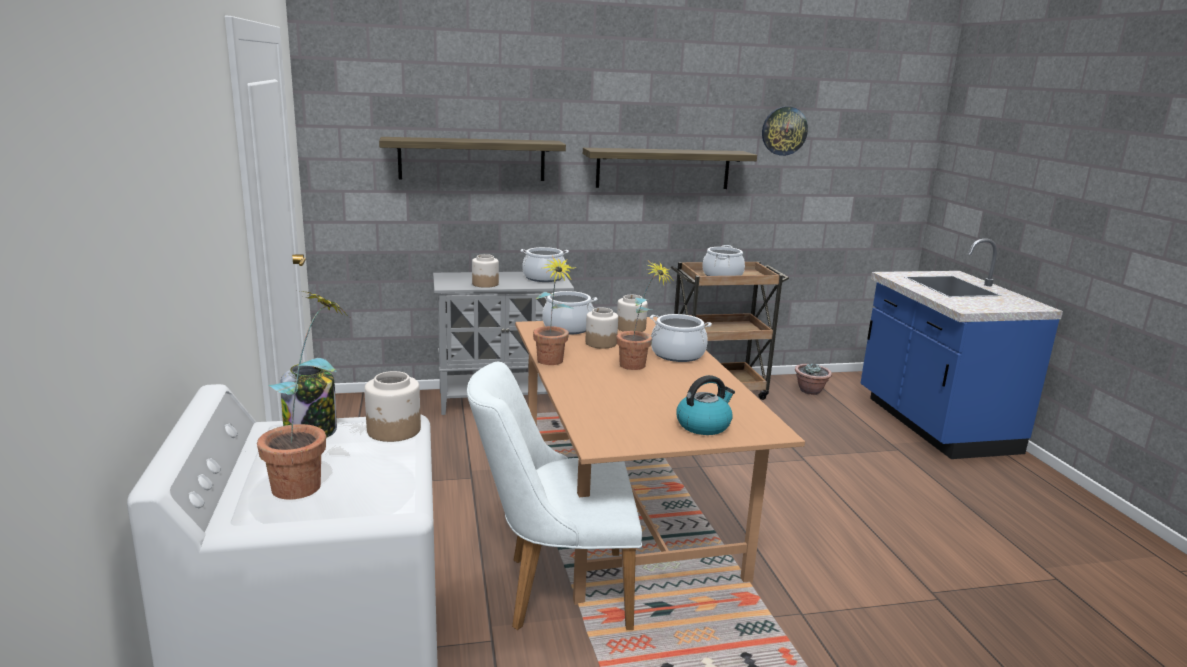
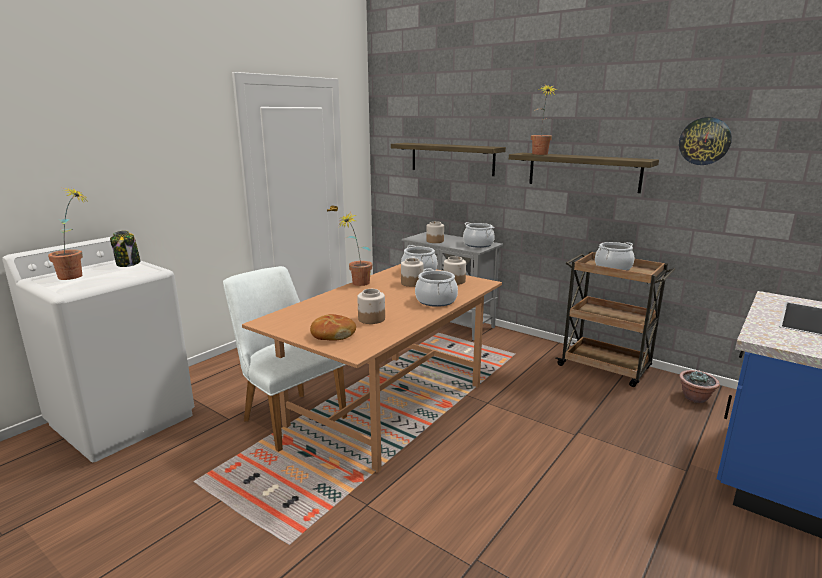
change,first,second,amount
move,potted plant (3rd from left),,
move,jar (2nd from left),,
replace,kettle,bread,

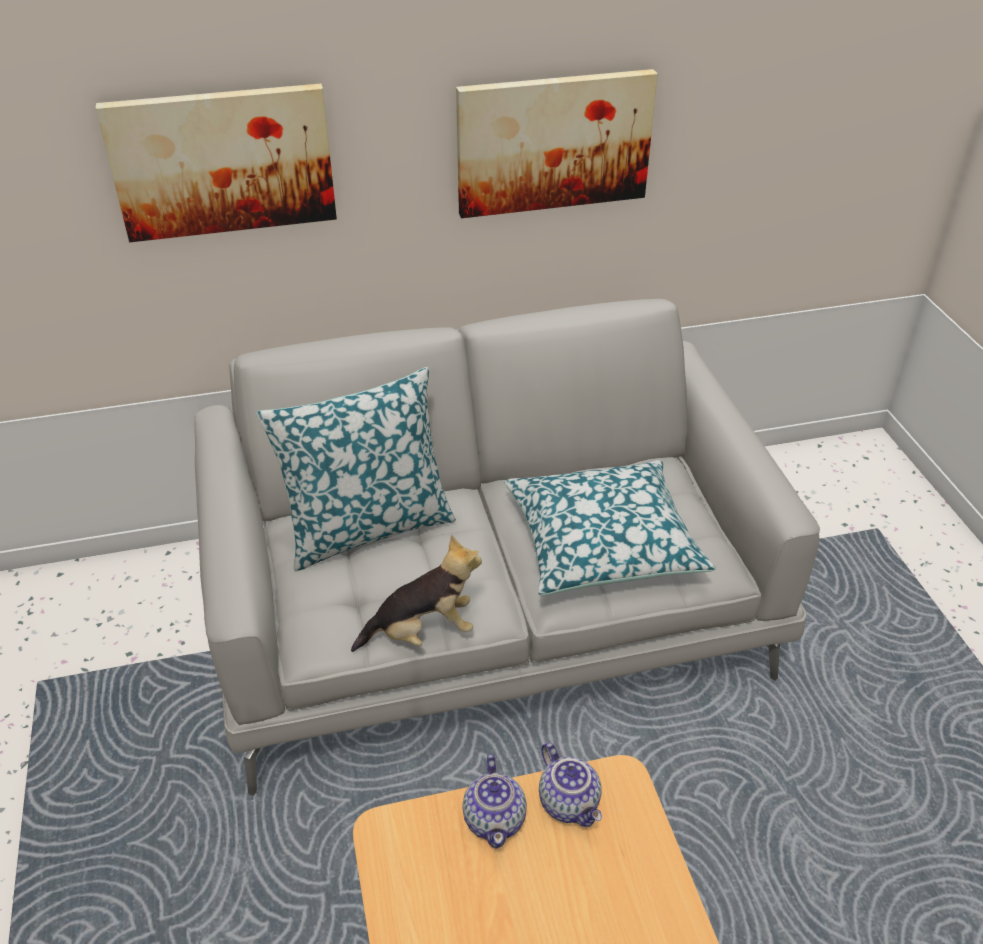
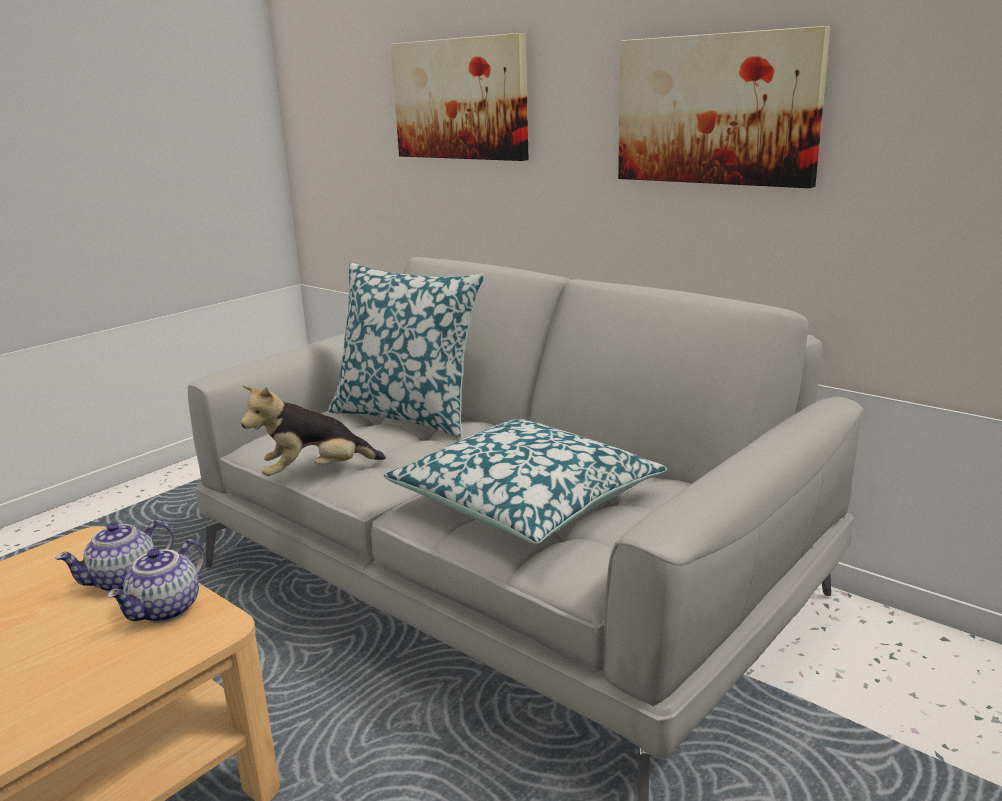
change,first,second,amount
rotate,plush toy,,120 degrees clockwise

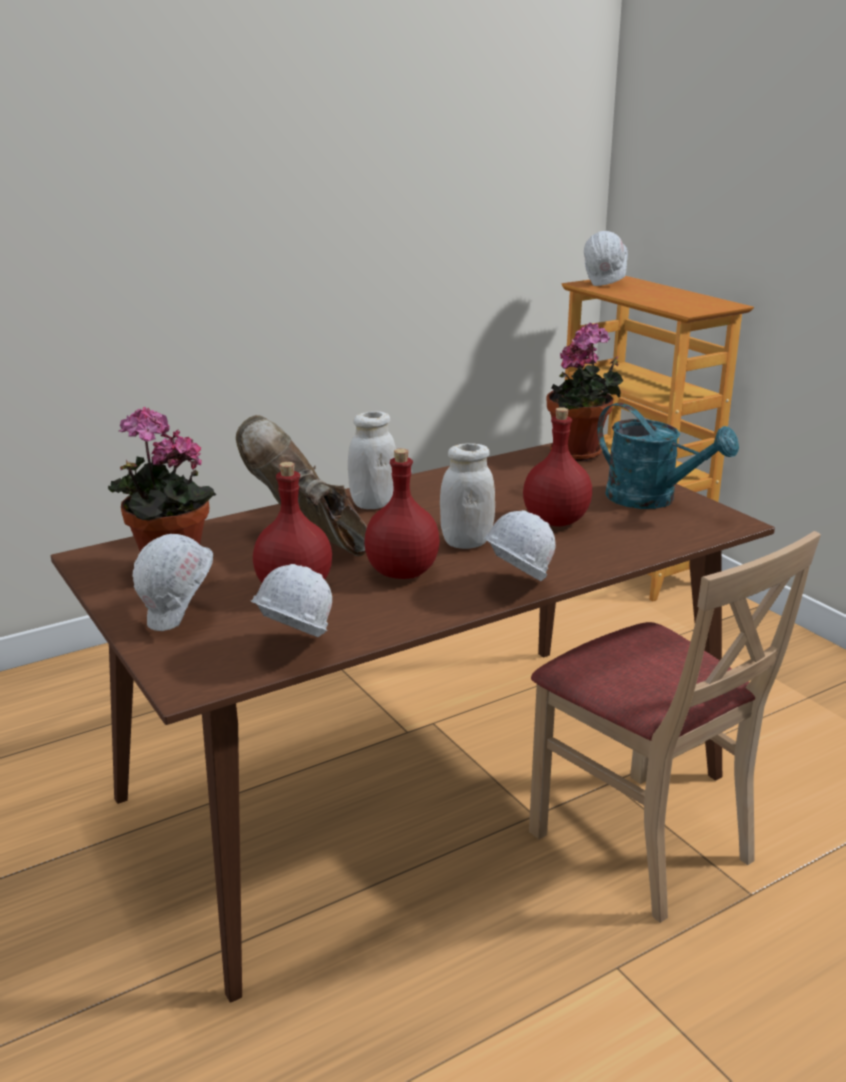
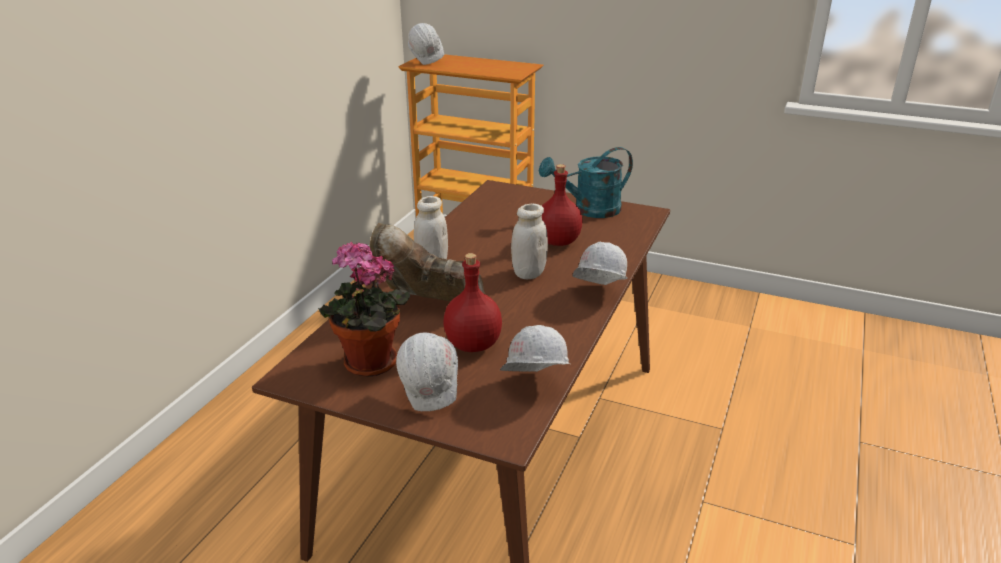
change,first,second,amount
delete,potted plant (2nd from left),,
rotate,watering can (turquoise),,150 degrees clockwise
delete,bottle (red) (2nd from left),,
delete,chair (beige),,

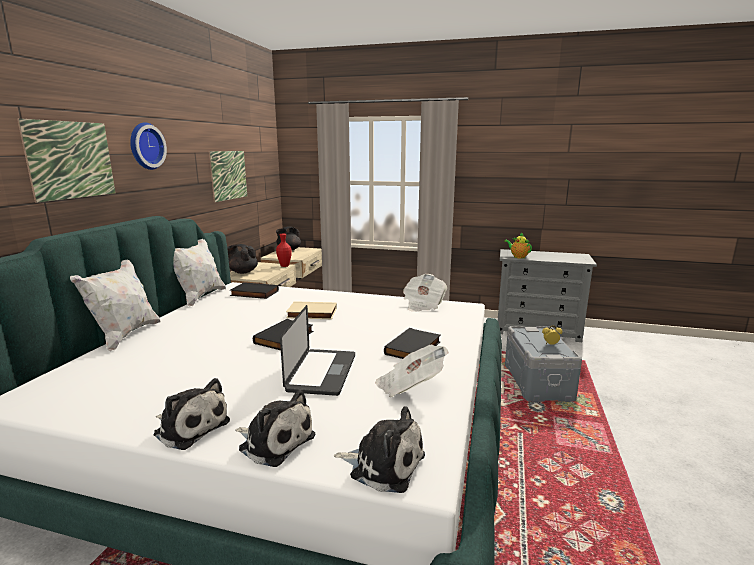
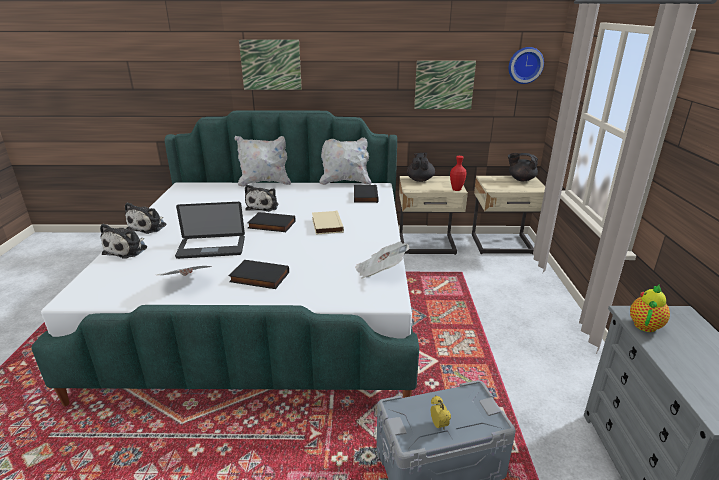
change,first,second,amount
move,wall clock,,
move,plush toy (3rd from left),,

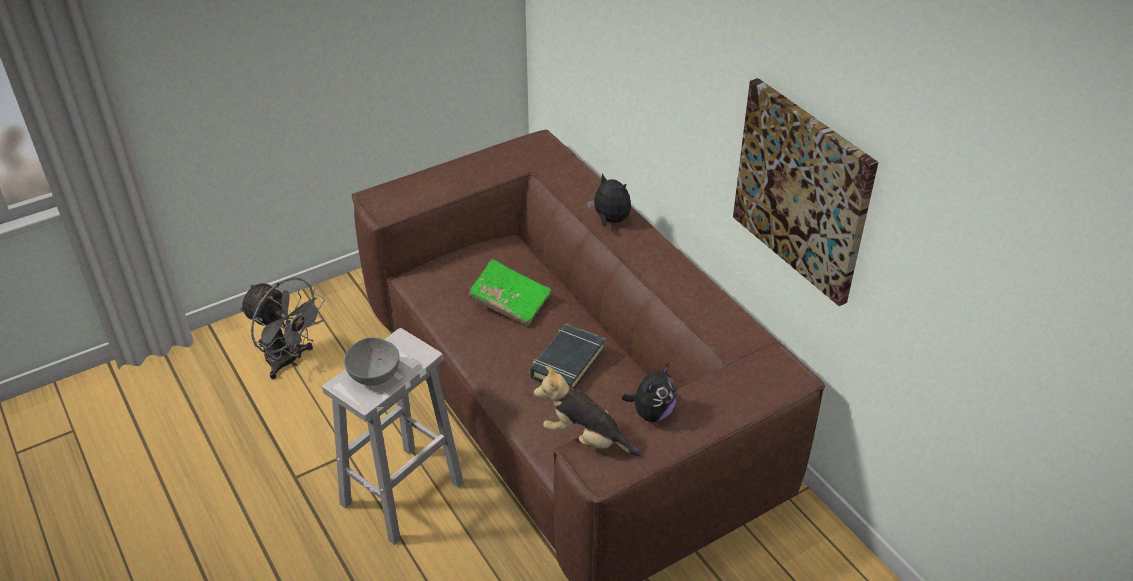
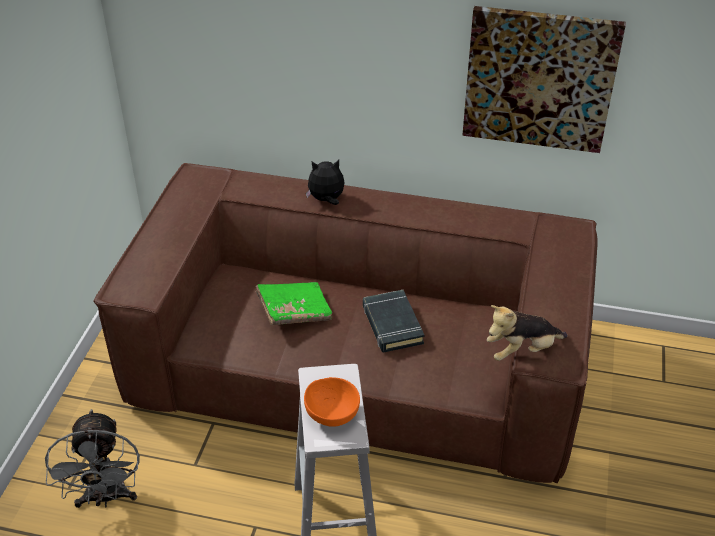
change,first,second,amount
rotate,fan (grey),,90 degrees clockwise
recolor,bowl (grey),bowl (orange),
delete,plush toy (3rd from left),,

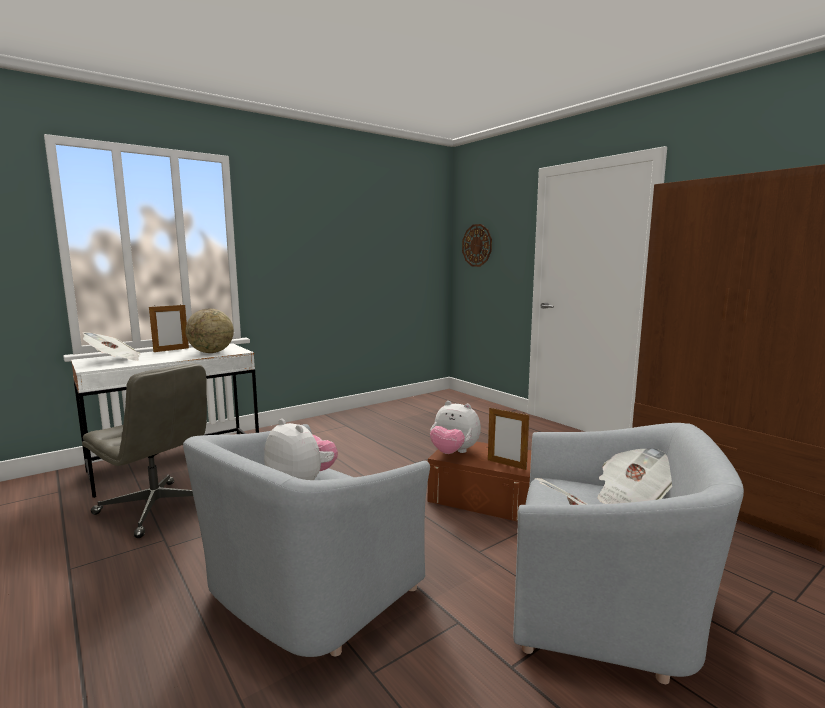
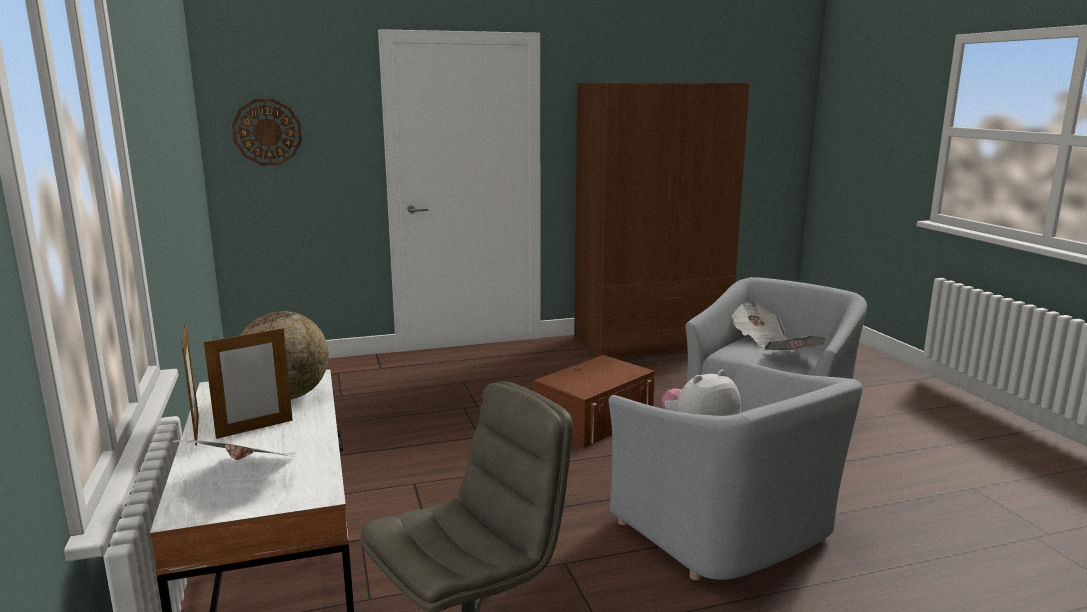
change,first,second,amount
delete,plush toy (2nd from left),,
move,picture frame (2nd from left),,

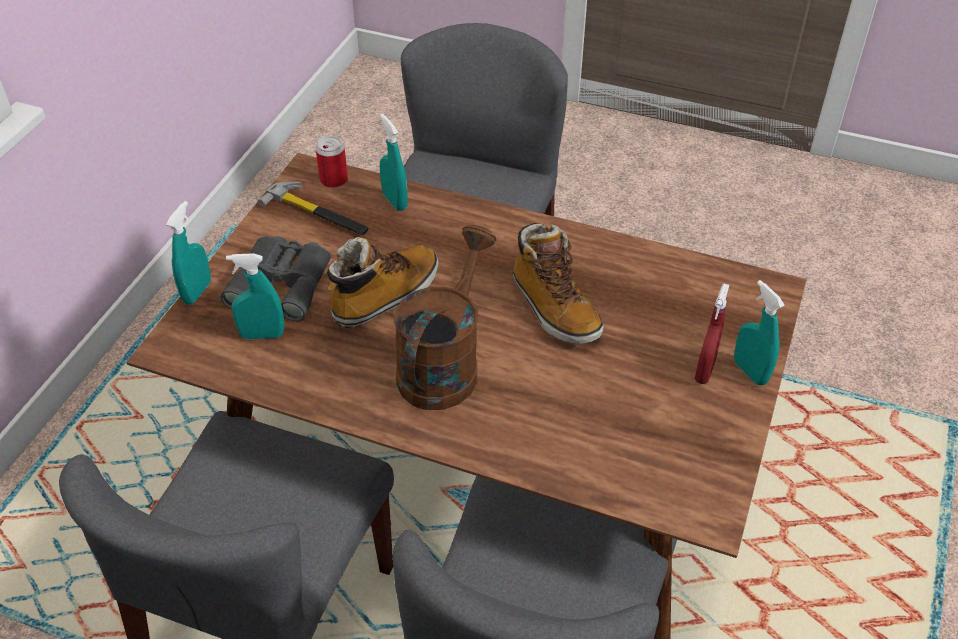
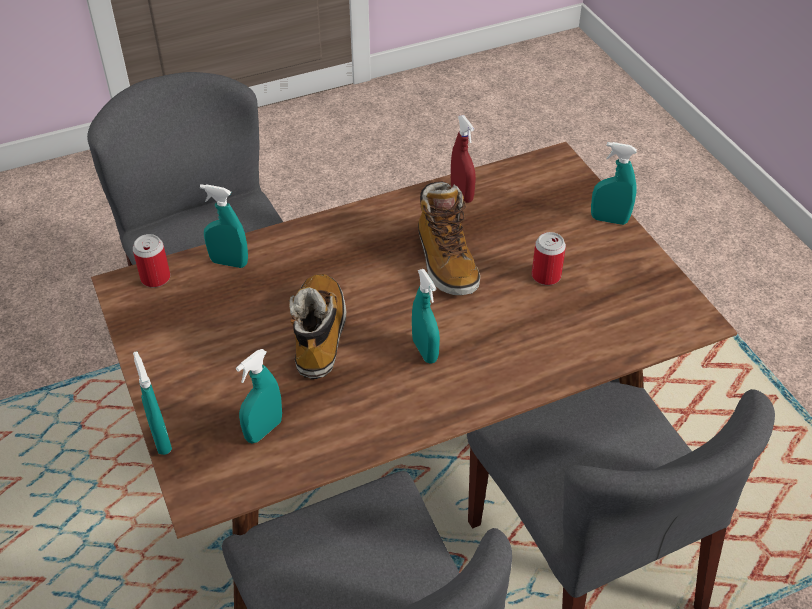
change,first,second,amount
delete,hammer,,
rotate,boot (2nd from left),,60 degrees clockwise
replace,watering can (brown),spray bottle (turquoise) (4th from left),
delete,binoculars (grey),,
move,spray bottle (red),,
insert,,can (2nd from left),

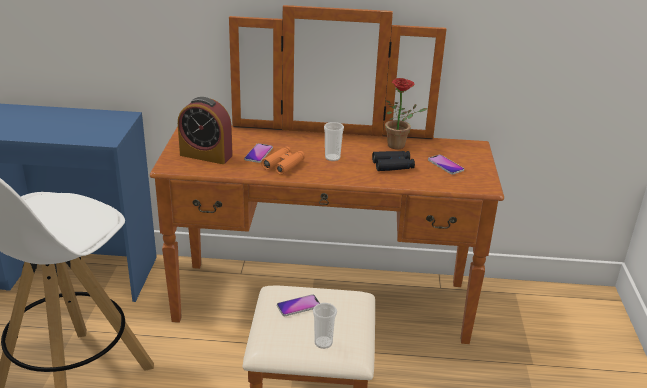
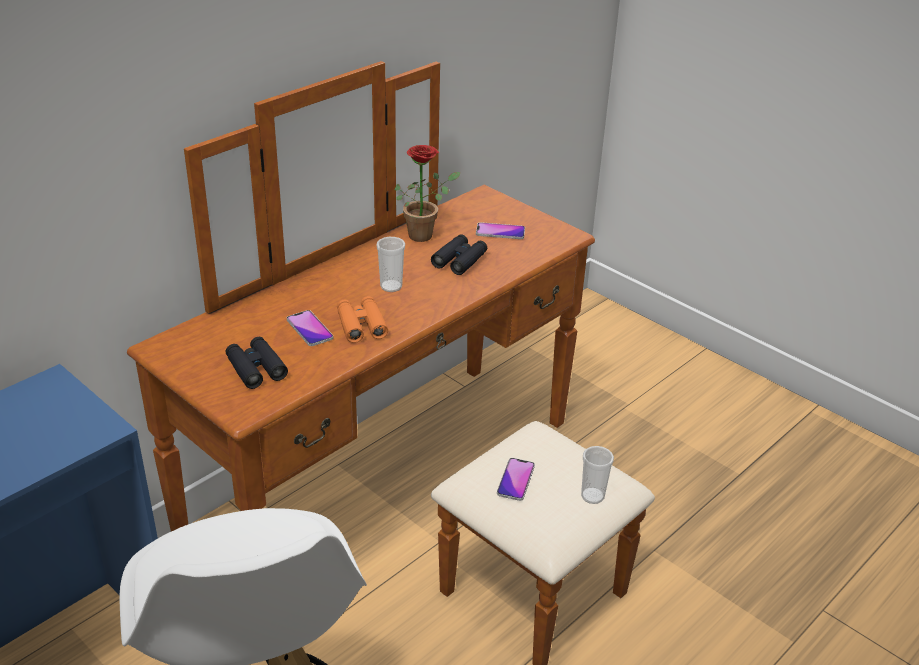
change,first,second,amount
replace,alarm clock,binoculars (black) (1st from left),

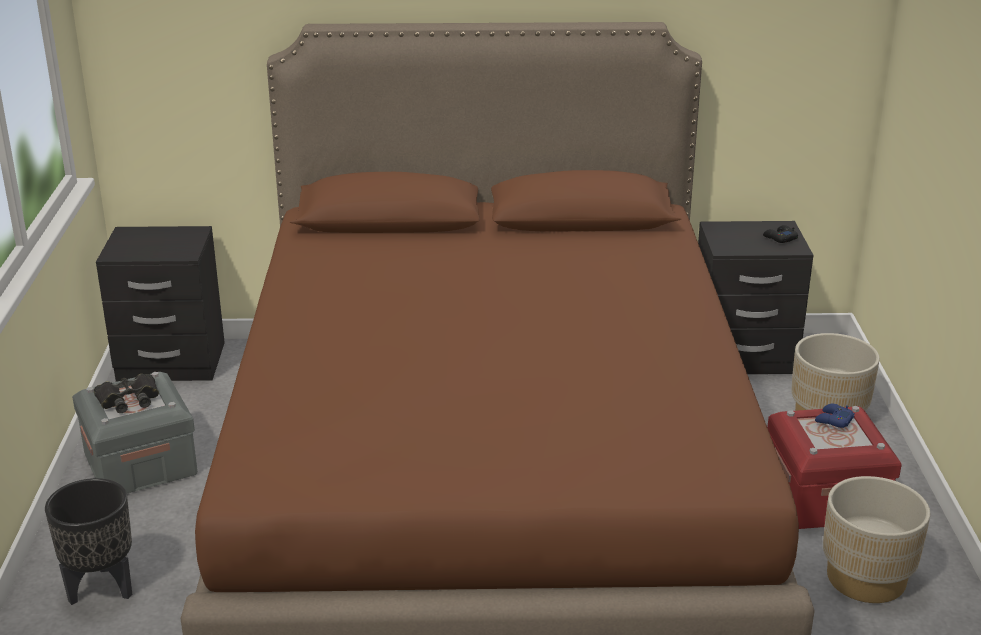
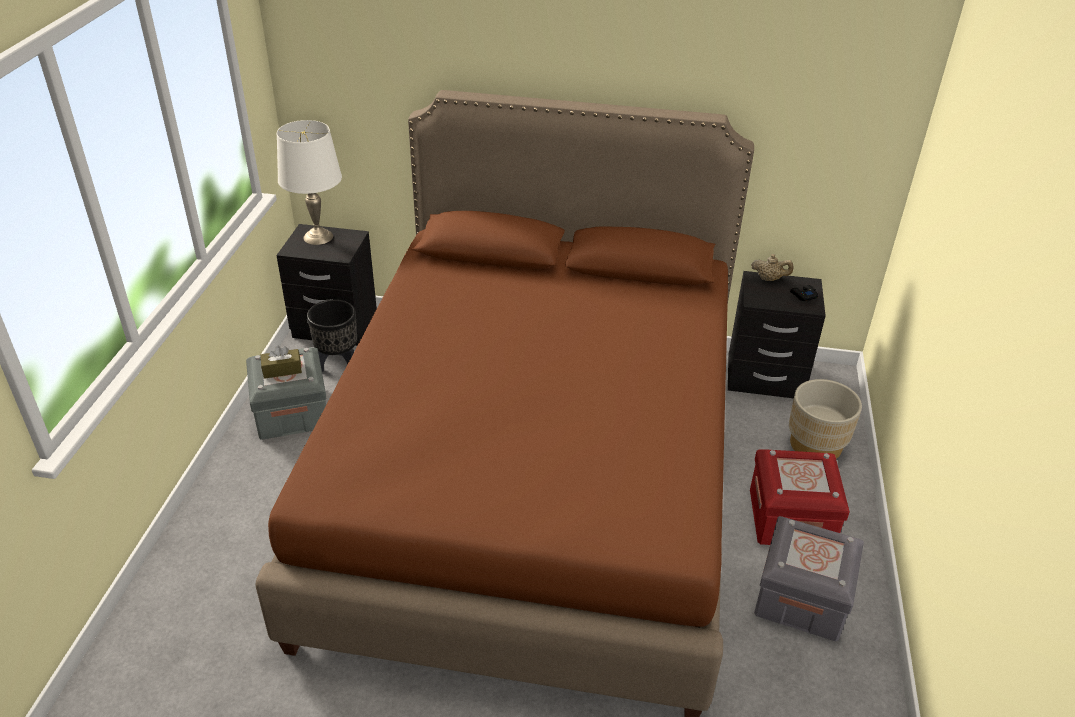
change,first,second,amount
replace,binoculars (black),tissue box (brown),
delete,game controller (blue),,
replace,planter (beige) (2nd from left),storage box (grey) (2nd from left),
move,planter (black),,
insert,,table lamp (white),
insert,,teapot (beige),

